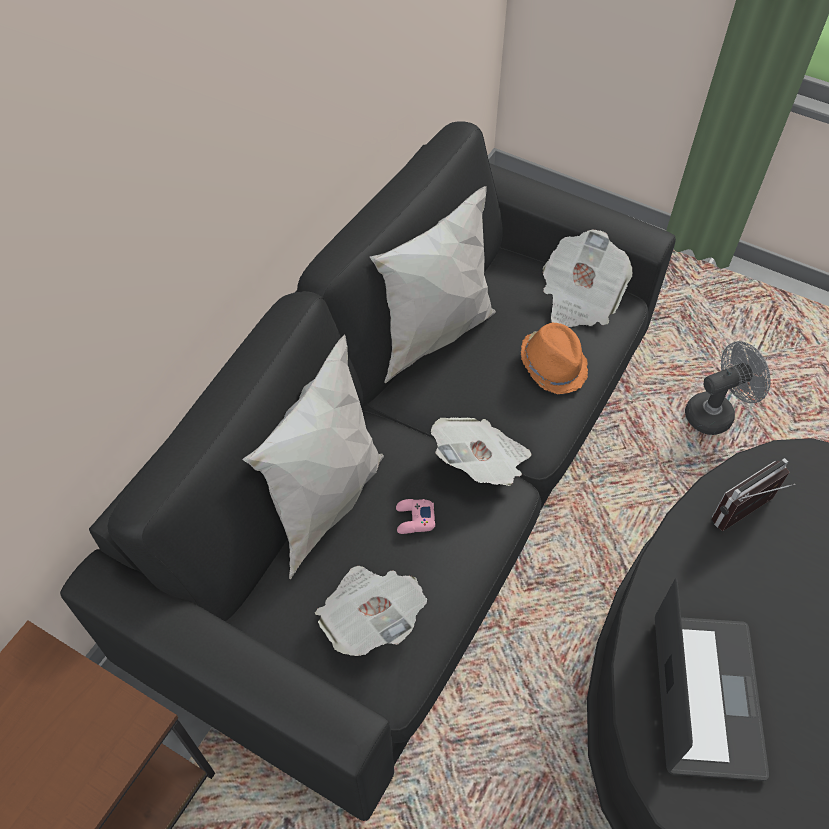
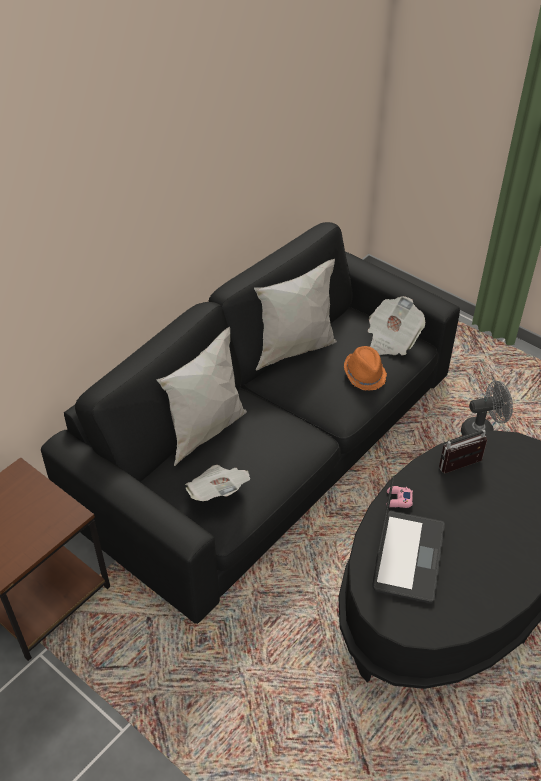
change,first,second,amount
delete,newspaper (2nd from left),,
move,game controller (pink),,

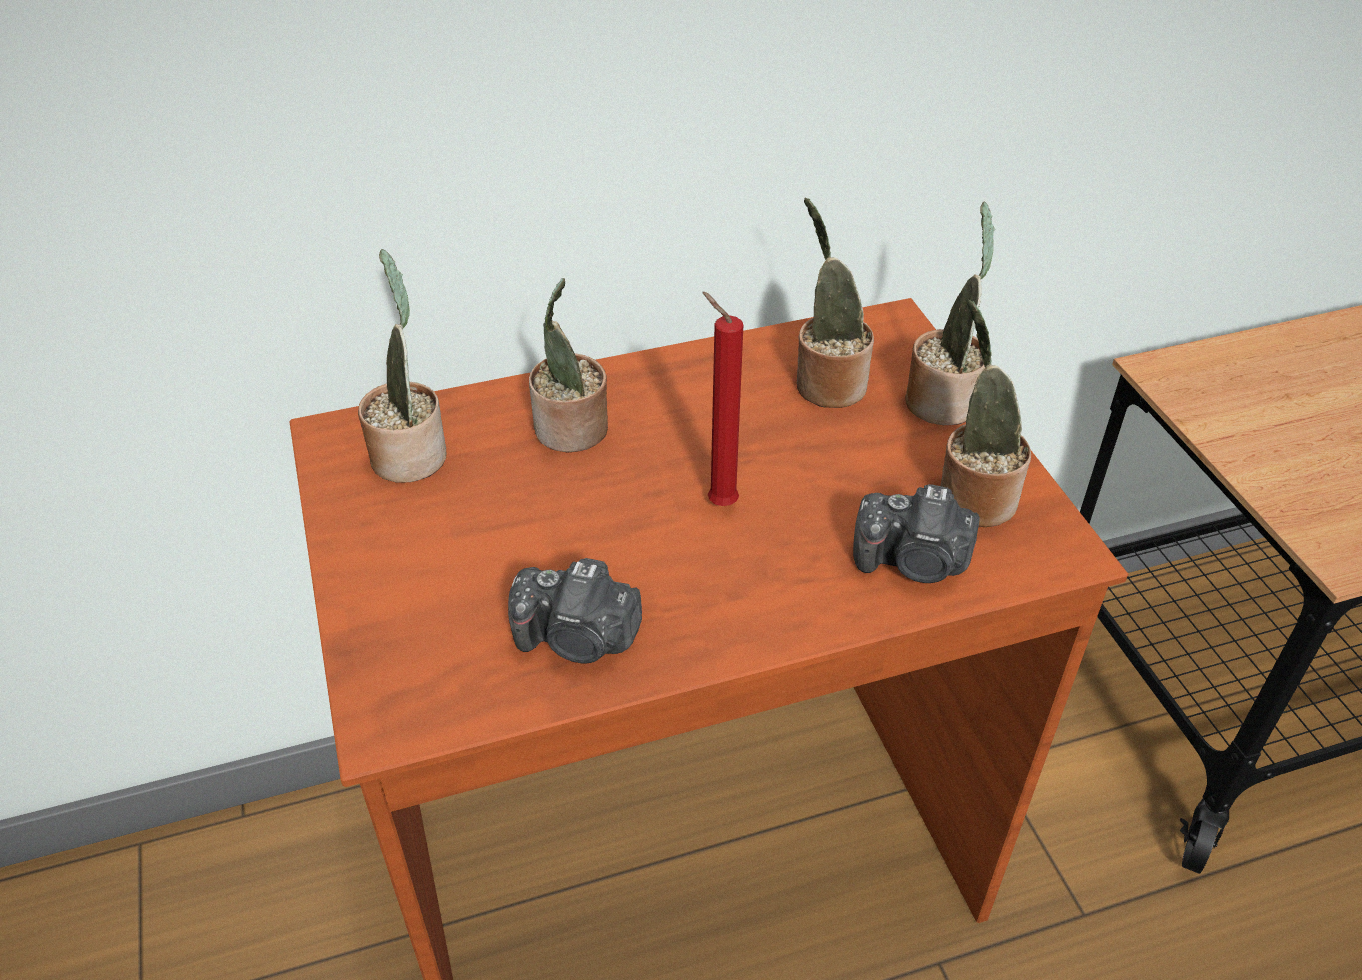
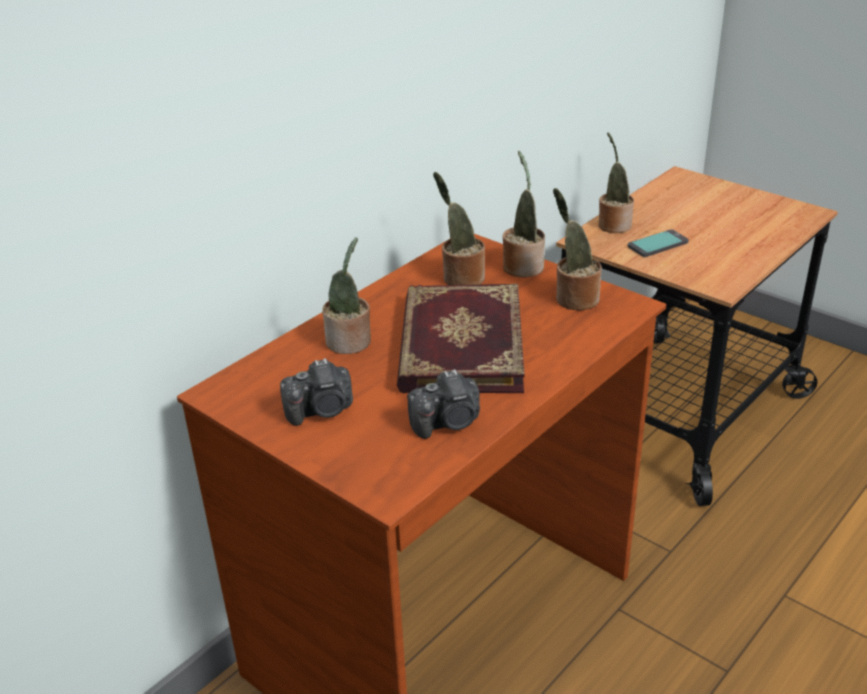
change,first,second,amount
move,potted plant (1st from left in the first image),potted plant (5th from left),
replace,candle (red),book,
move,photo camera (2nd from left in the first image),photo camera (1st from left),
insert,,phone,

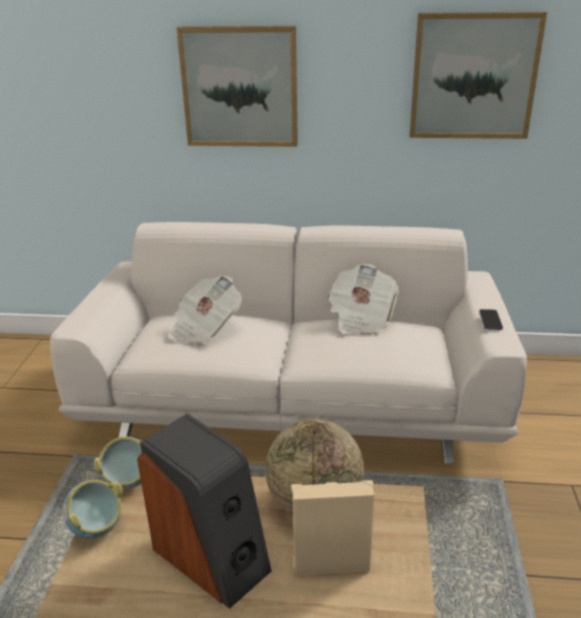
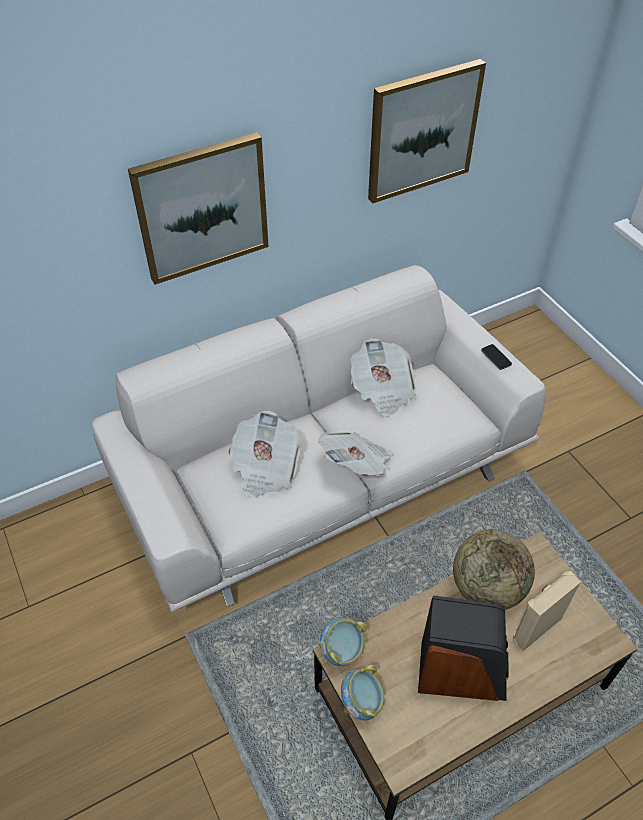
change,first,second,amount
insert,,newspaper (2nd from left),

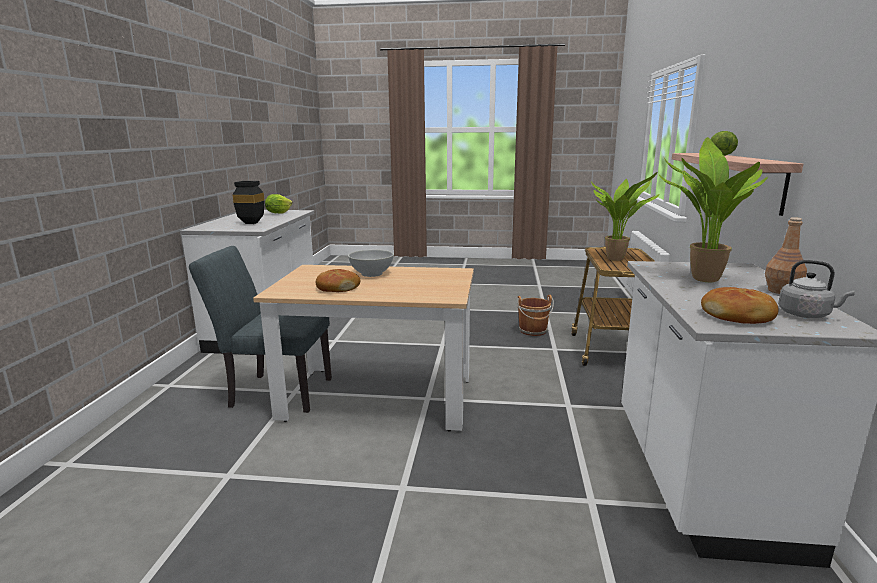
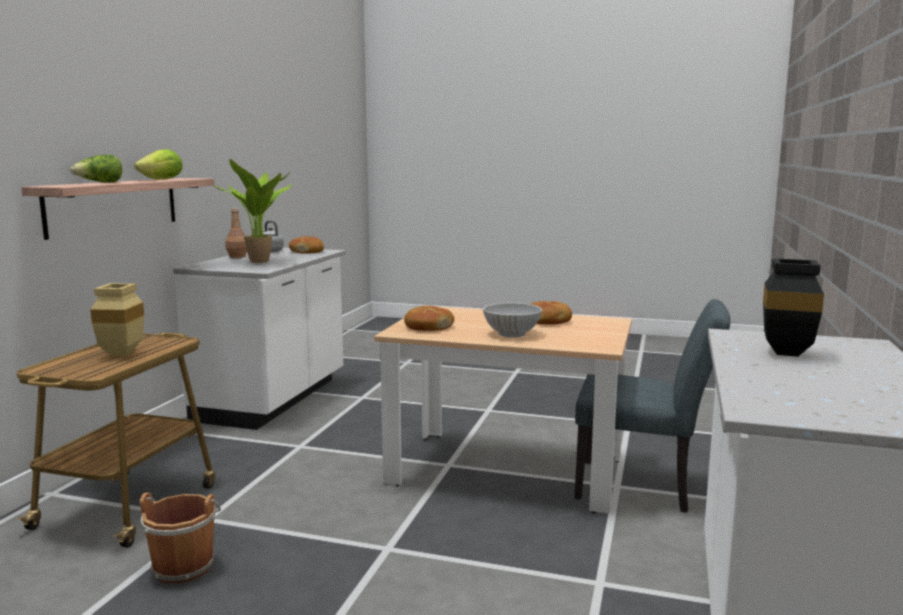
change,first,second,amount
replace,potted plant (1st from left),vase (beige),
move,lettuce (1st from left in the first image),lettuce (2nd from left),
insert,,bread (2nd from left),

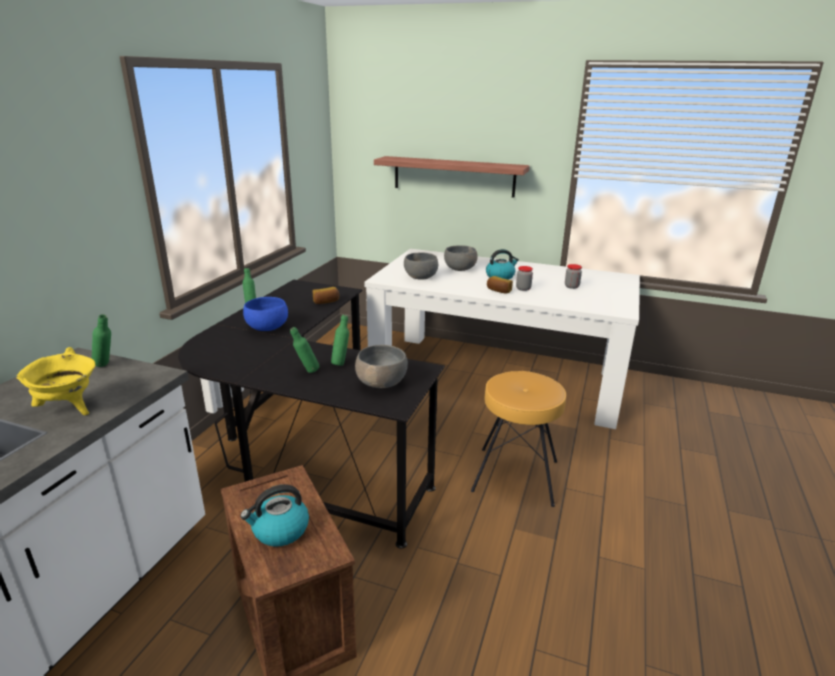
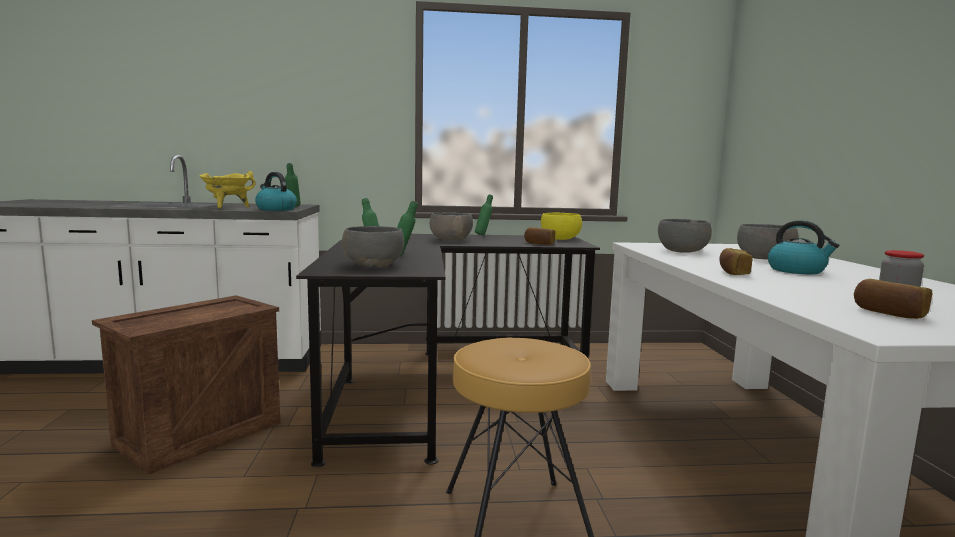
change,first,second,amount
delete,shelf,,
delete,jar (1st from left),,
recolor,bowl (blue),bowl (grey) (2nd from left),
move,kettle (1st from left),,
insert,,bowl (yellow),
insert,,bread (3rd from left),

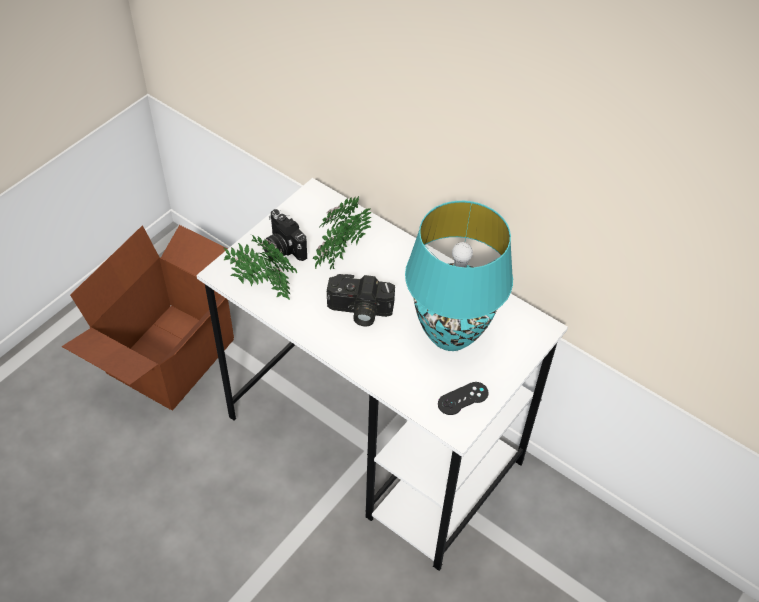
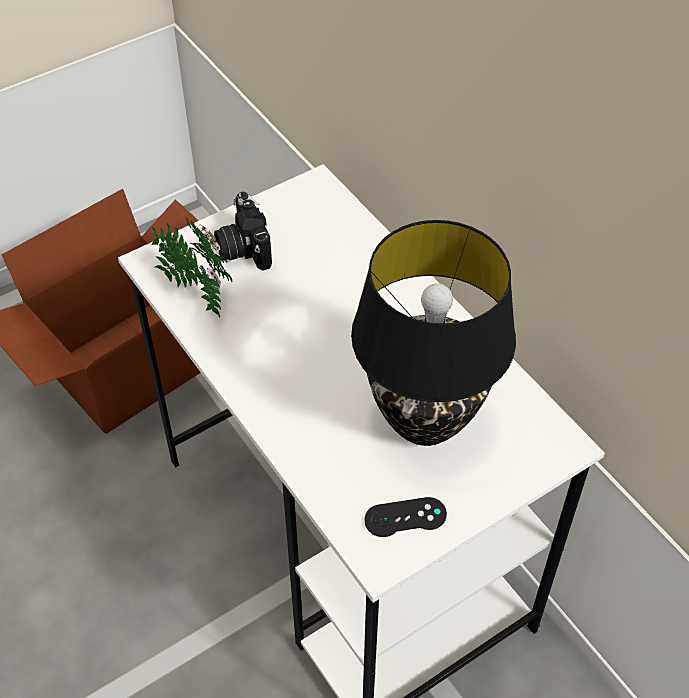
change,first,second,amount
delete,potted plant (2nd from left),,
recolor,table lamp (turquoise),table lamp (black),
delete,photo camera (2nd from left),,

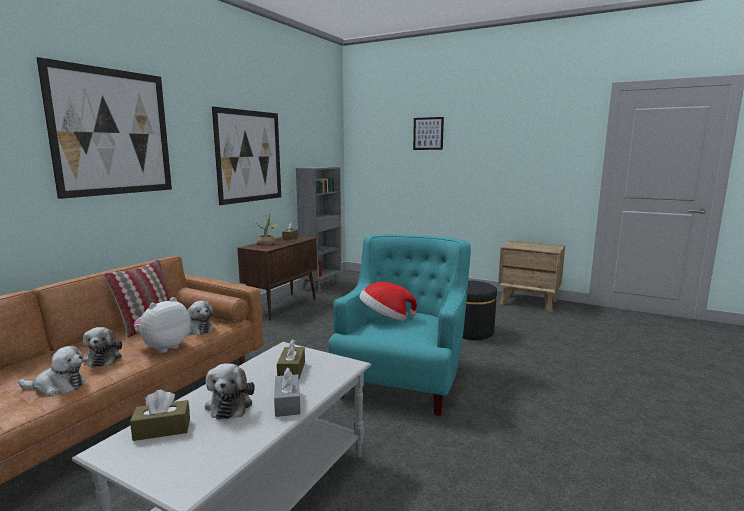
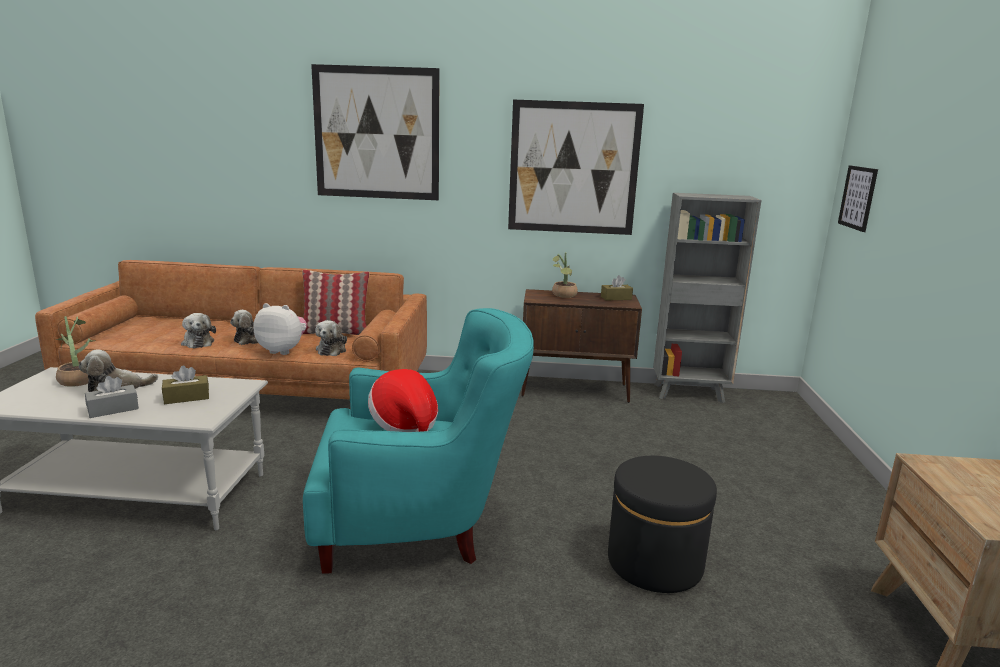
change,first,second,amount
move,picture (3rd from left),,
replace,tissue box (brown) (1st from left),potted plant (1st from left),

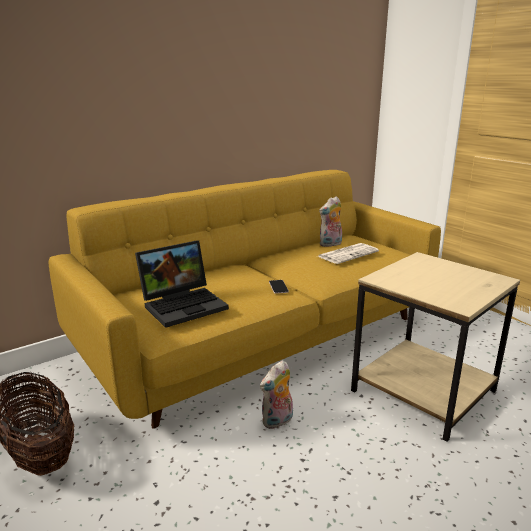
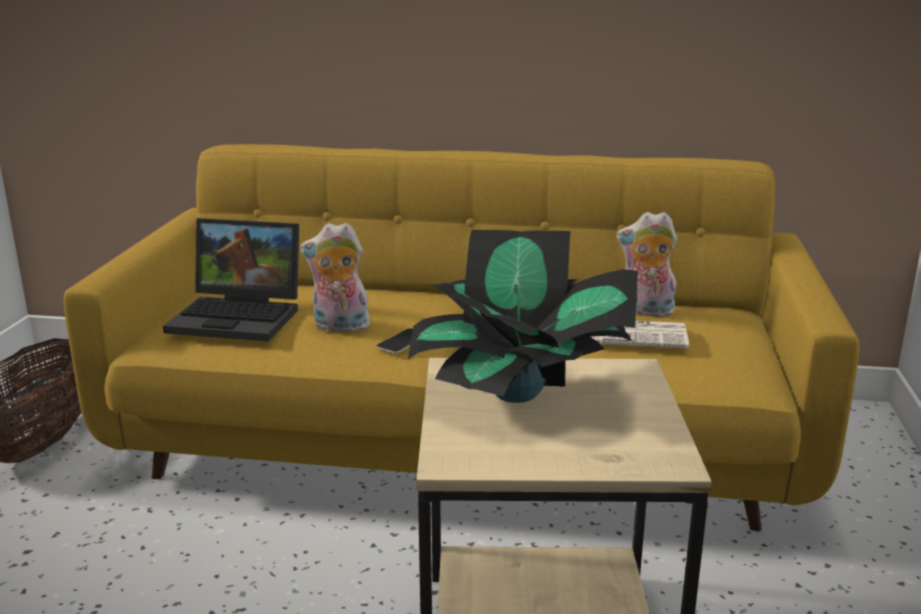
change,first,second,amount
move,plush toy (1st from left),,
insert,,potted plant,

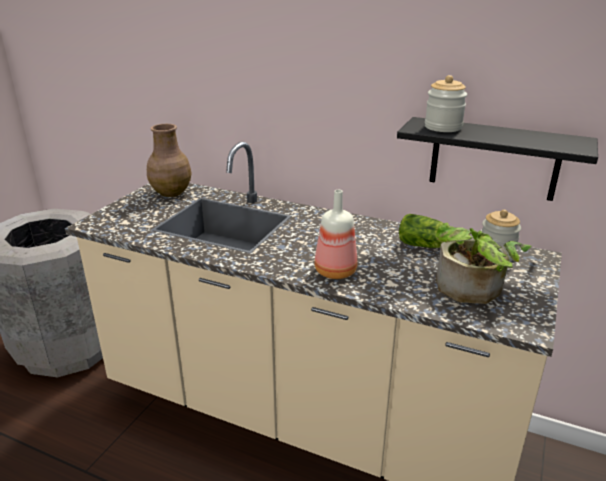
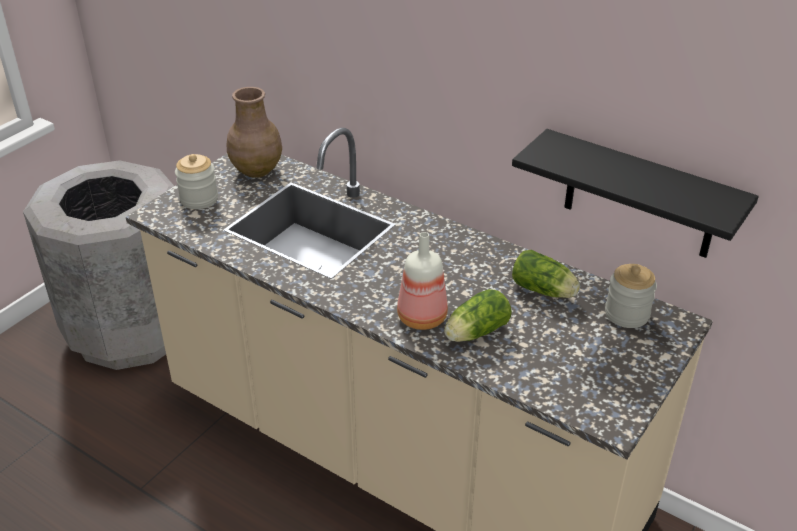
change,first,second,amount
move,jar (1st from left),,
delete,potted plant,,
insert,,lettuce (1st from left),

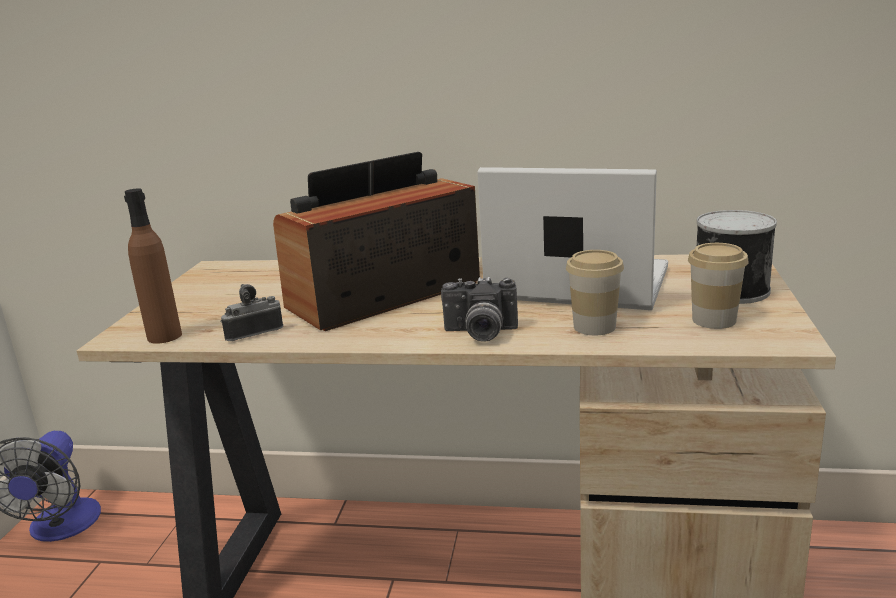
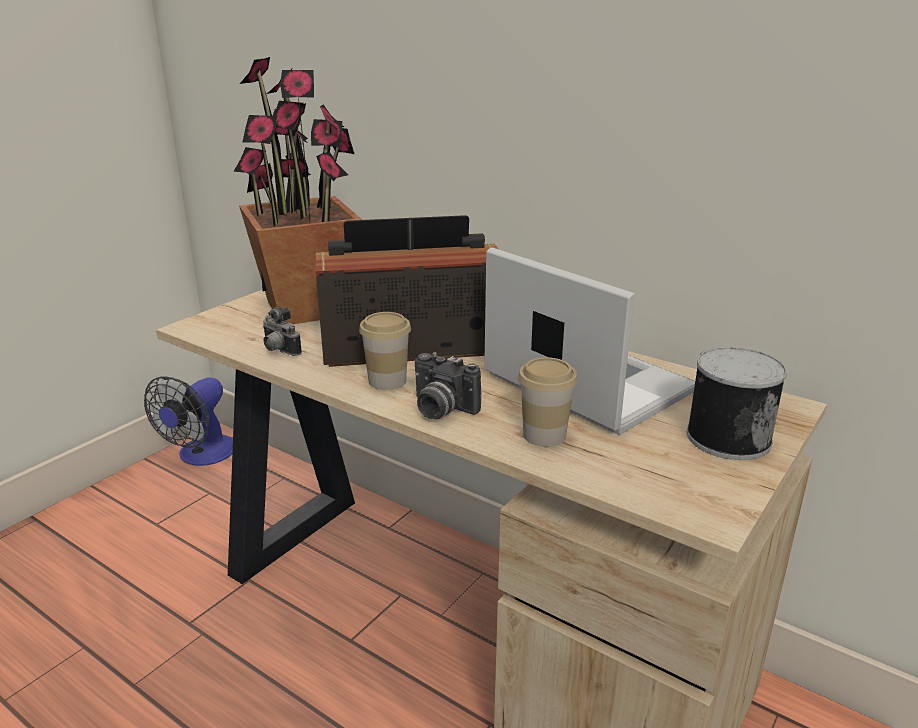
change,first,second,amount
delete,bottle (brown),,
move,cup (2nd from left in the first image),cup (1st from left),
rotate,photo camera (1st from left),,135 degrees counterclockwise
insert,,potted plant,

